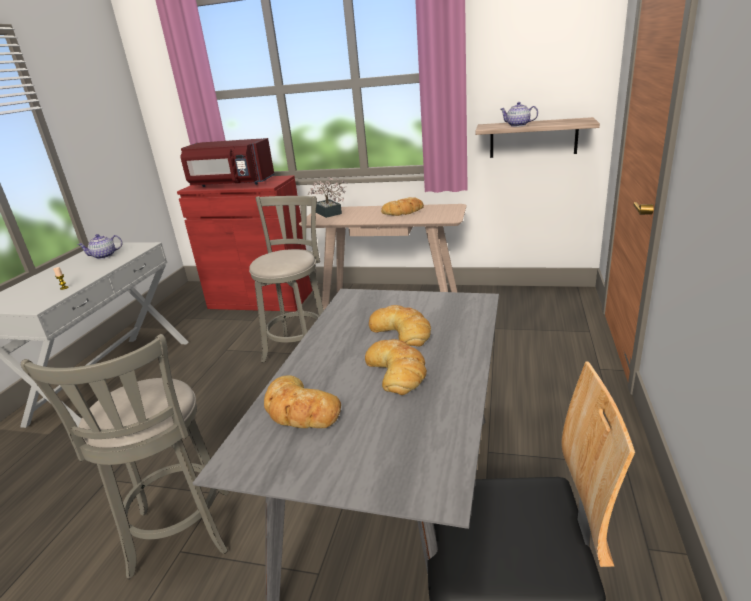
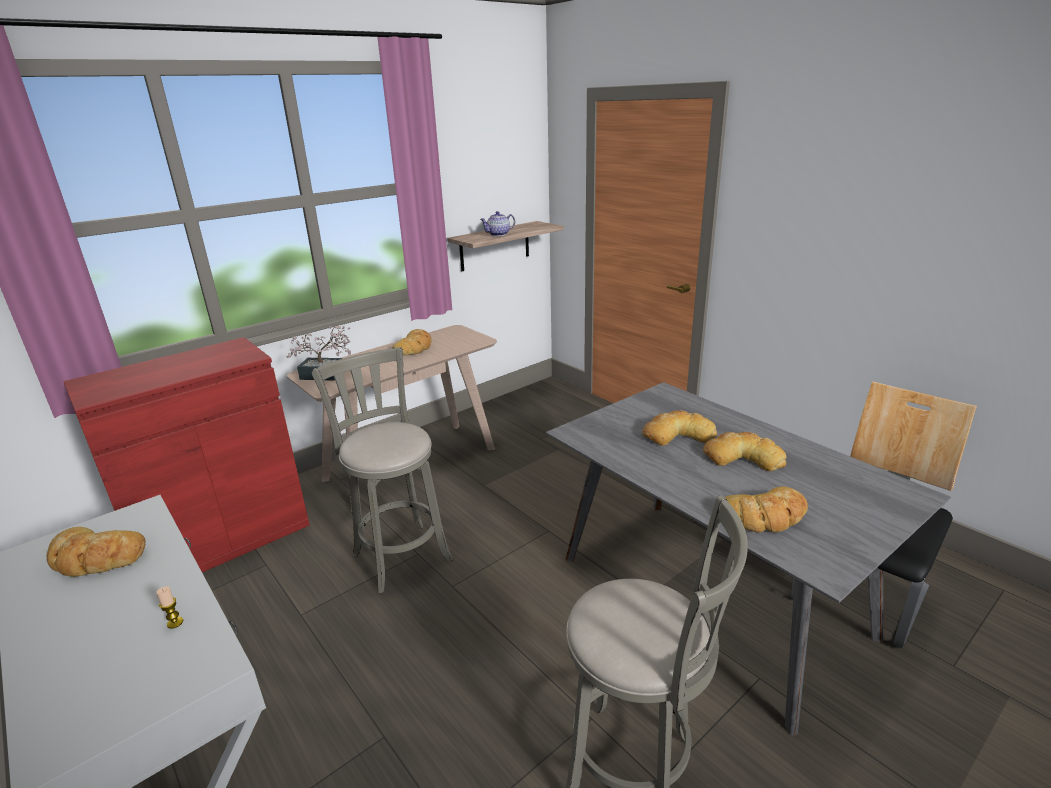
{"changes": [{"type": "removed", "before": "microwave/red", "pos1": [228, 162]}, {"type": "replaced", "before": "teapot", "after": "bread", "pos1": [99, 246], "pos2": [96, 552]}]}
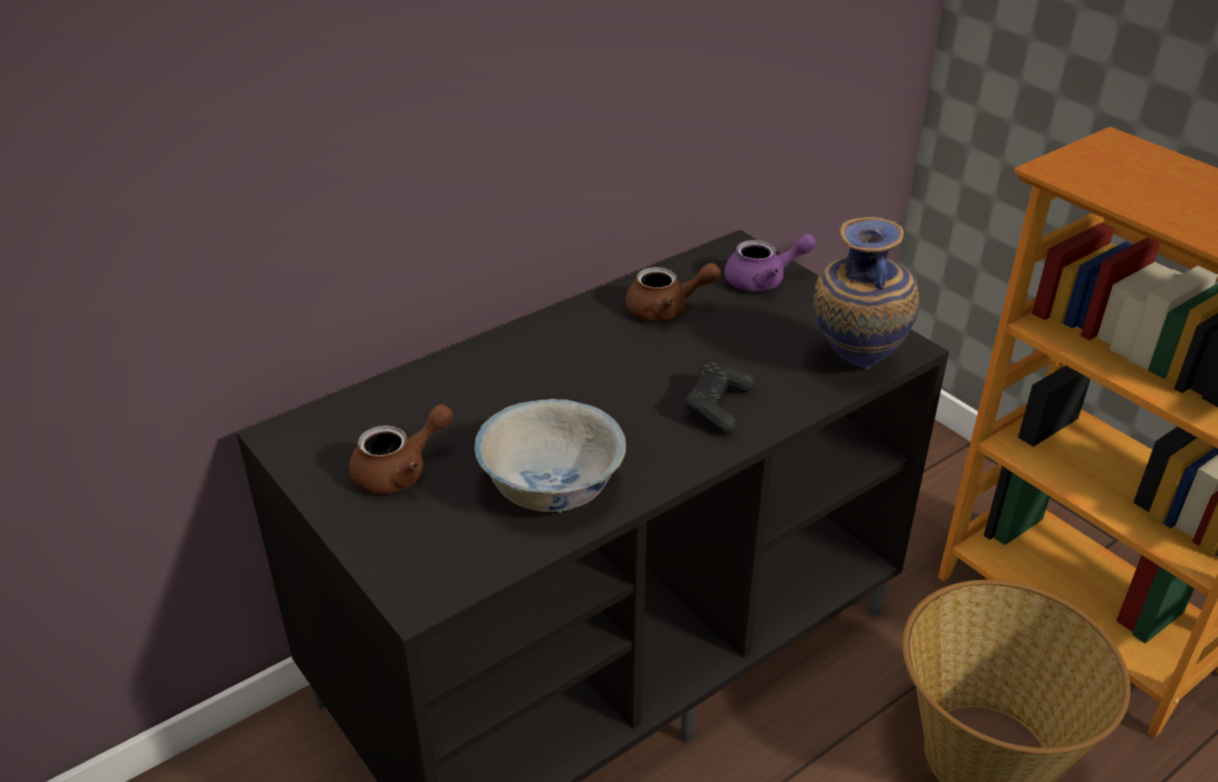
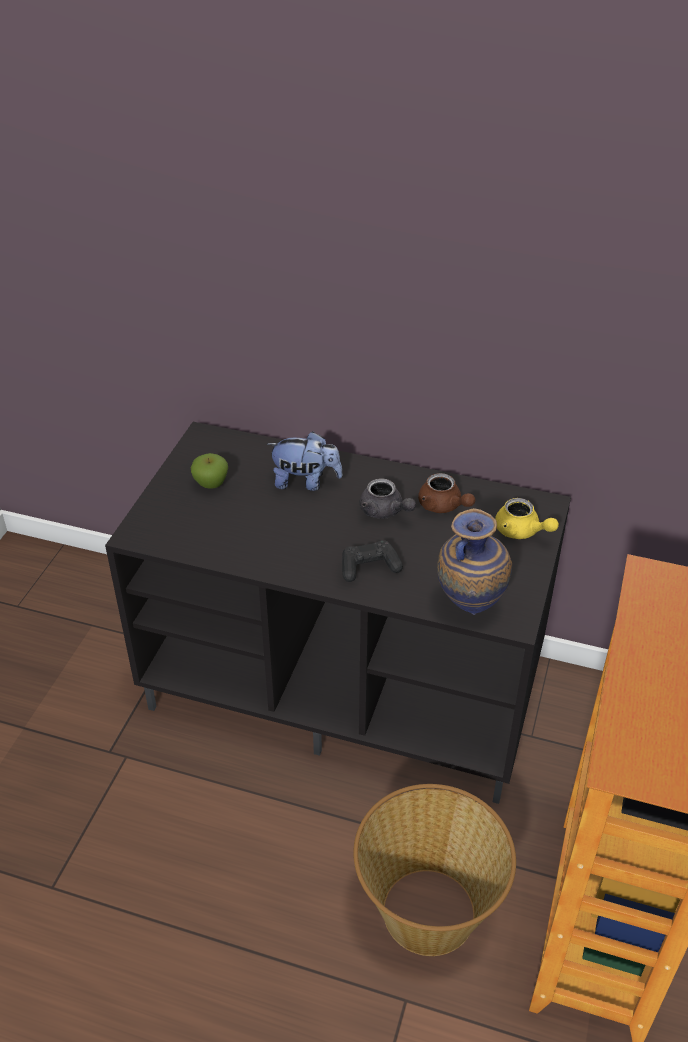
{"changes": [{"type": "recoloured", "before": "teapot/purple", "after": "teapot/yellow", "pos1": [770, 262], "pos2": [527, 518]}, {"type": "removed", "before": "bowl/white", "pos1": [550, 456]}, {"type": "replaced", "before": "teapot/brown", "after": "apple", "pos1": [401, 449], "pos2": [209, 471]}, {"type": "added", "after": "plush toy", "pos2": [305, 461]}, {"type": "added", "after": "teapot/grey", "pos2": [388, 498]}]}
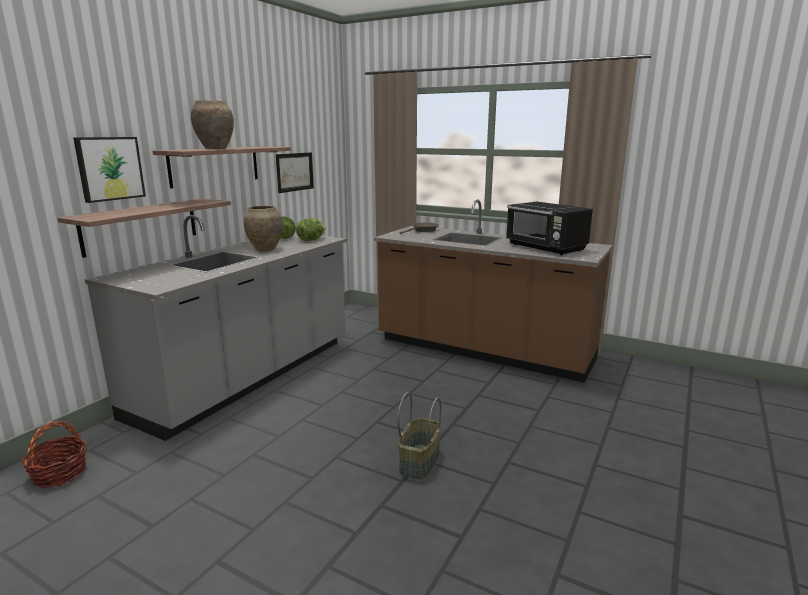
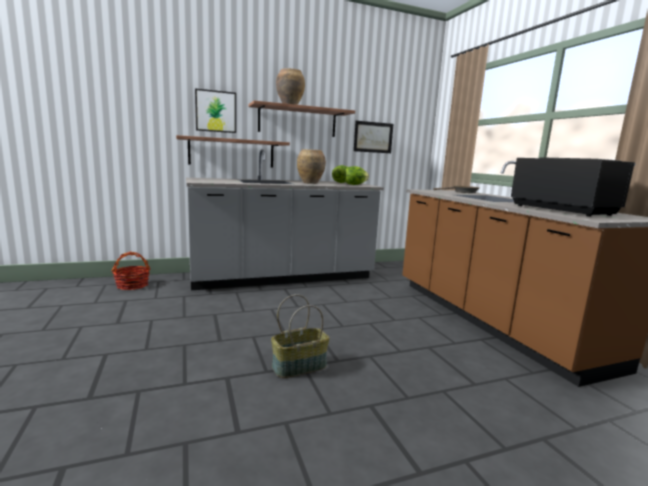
{"changes": [{"type": "turned", "before": "microwave/black", "pos1": [549, 228], "pos2": [573, 187], "turn": 150}]}
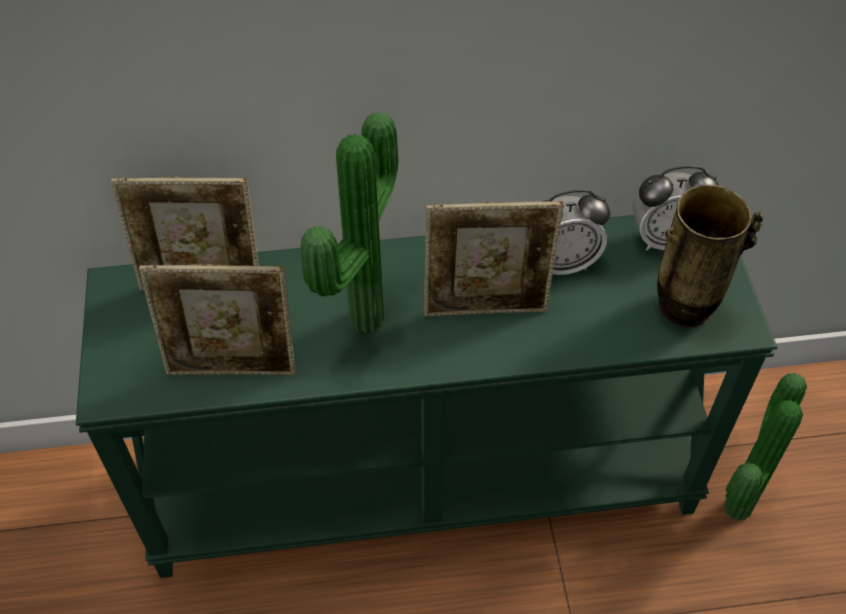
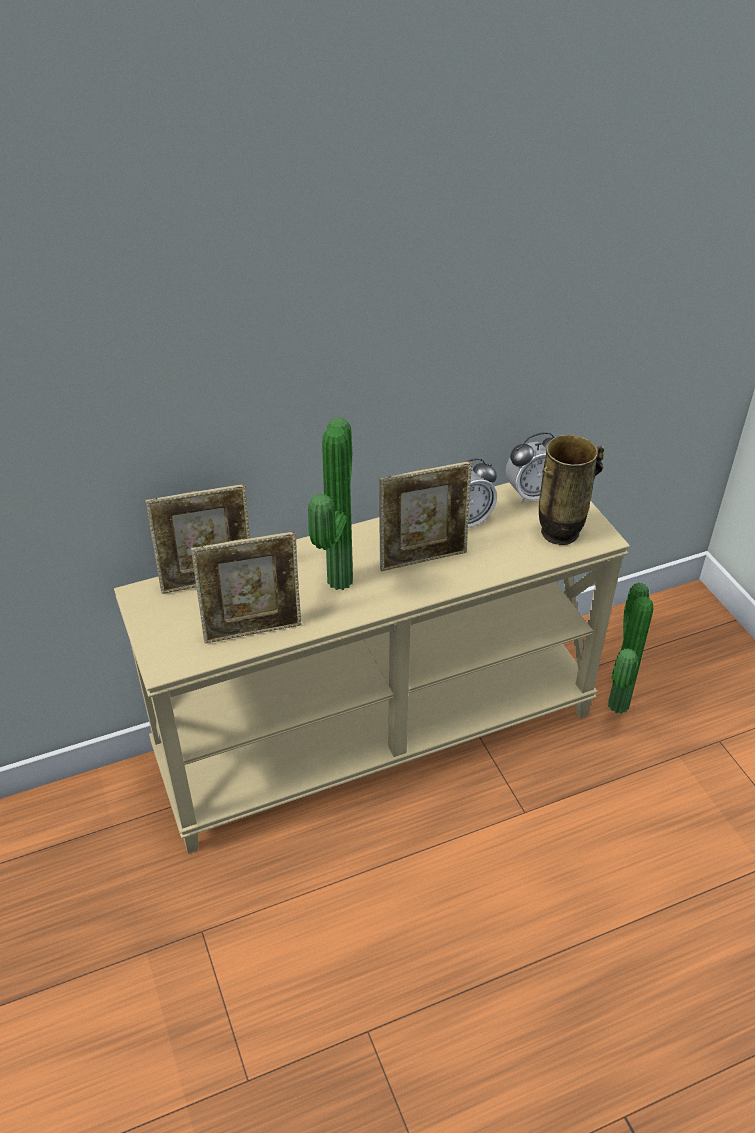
{"changes": [{"type": "recoloured", "before": "console table/green", "after": "console table/beige", "pos1": [426, 396], "pos2": [372, 668]}]}
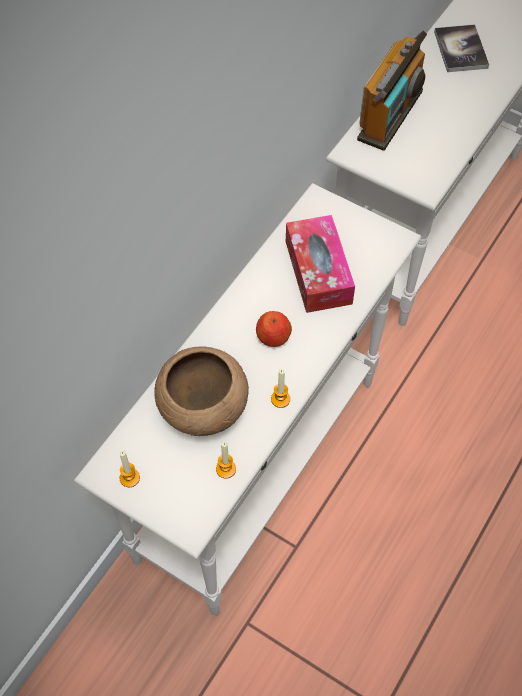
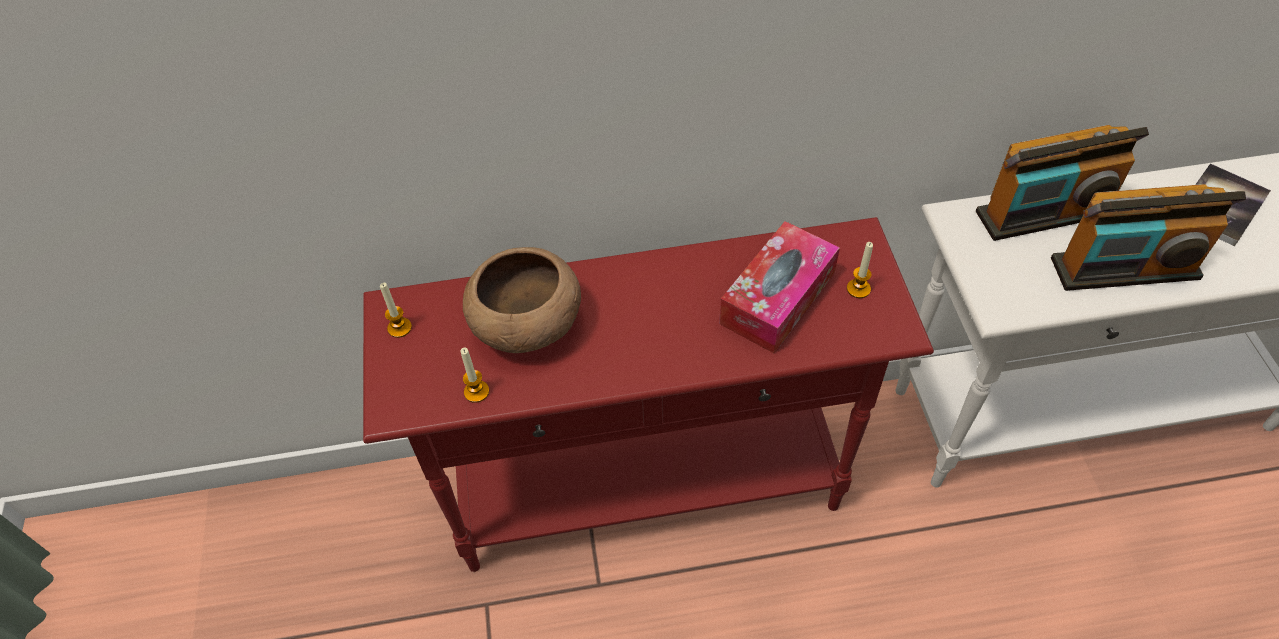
{"changes": [{"type": "recoloured", "before": "console table/white", "after": "console table/red", "pos1": [248, 399], "pos2": [648, 394]}, {"type": "removed", "before": "apple", "pos1": [274, 329]}, {"type": "moved", "before": "candle", "pos1": [280, 388], "pos2": [860, 270]}, {"type": "added", "after": "radio", "pos2": [1148, 237]}]}
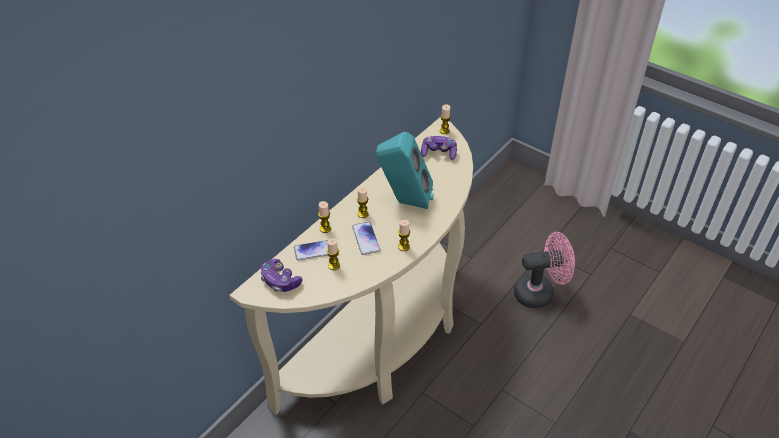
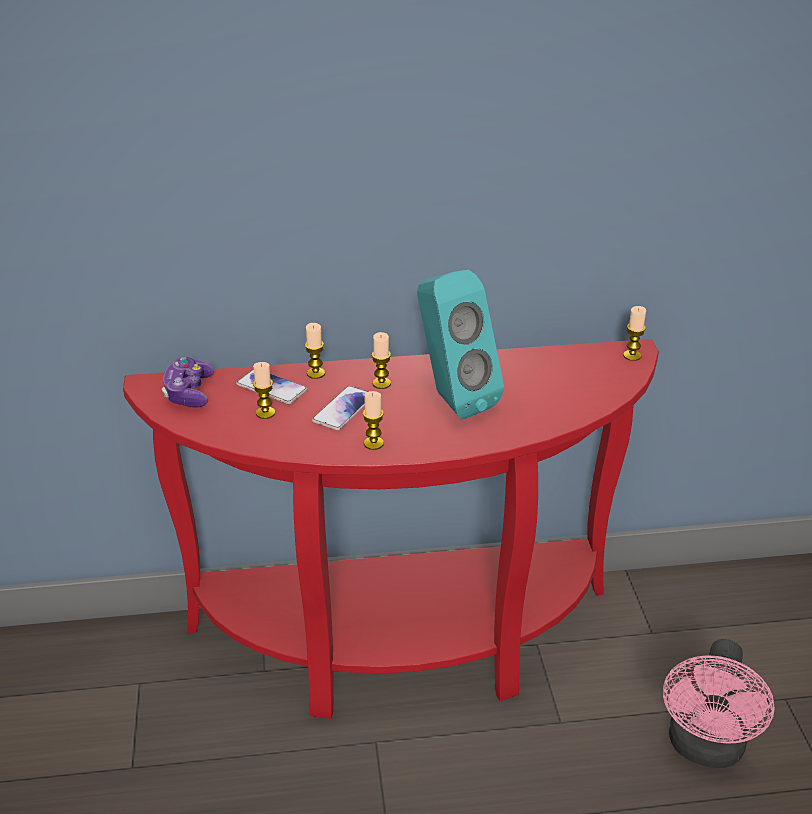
{"changes": [{"type": "recoloured", "before": "console table/beige", "after": "console table/red", "pos1": [351, 266], "pos2": [391, 529]}, {"type": "removed", "before": "game controller", "pos1": [439, 148]}, {"type": "turned", "before": "fan/pink", "pos1": [544, 270], "pos2": [719, 703], "turn": 75}]}
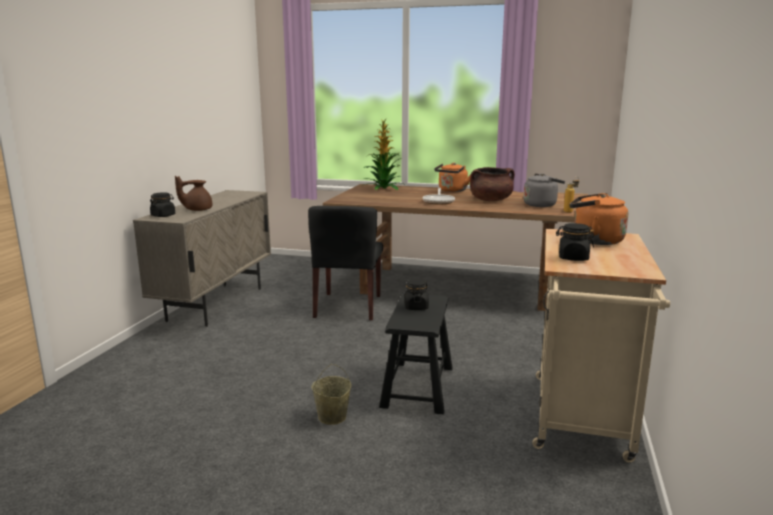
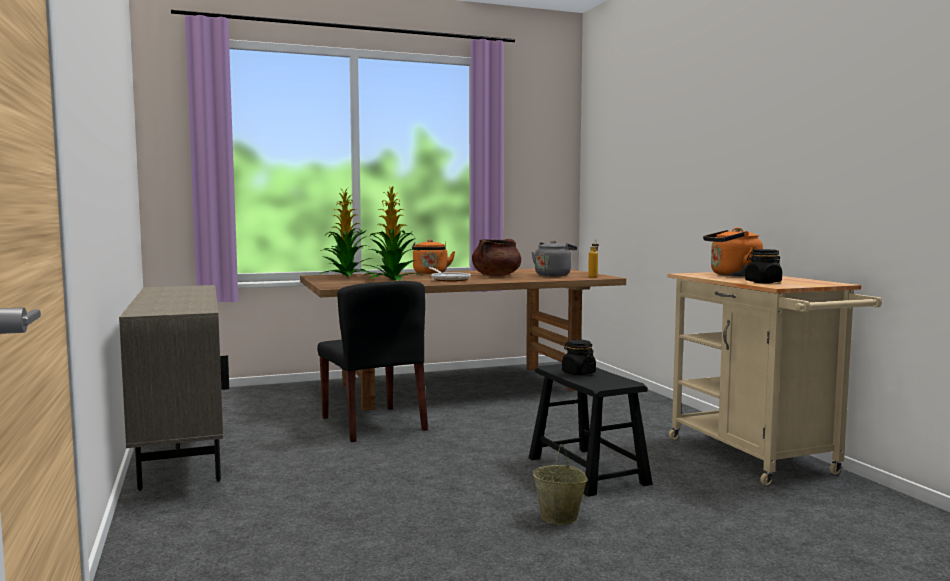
{"changes": [{"type": "removed", "before": "teapot/brown", "pos1": [193, 193]}, {"type": "removed", "before": "jar/black", "pos1": [162, 204]}, {"type": "added", "after": "potted plant", "pos2": [394, 233]}]}
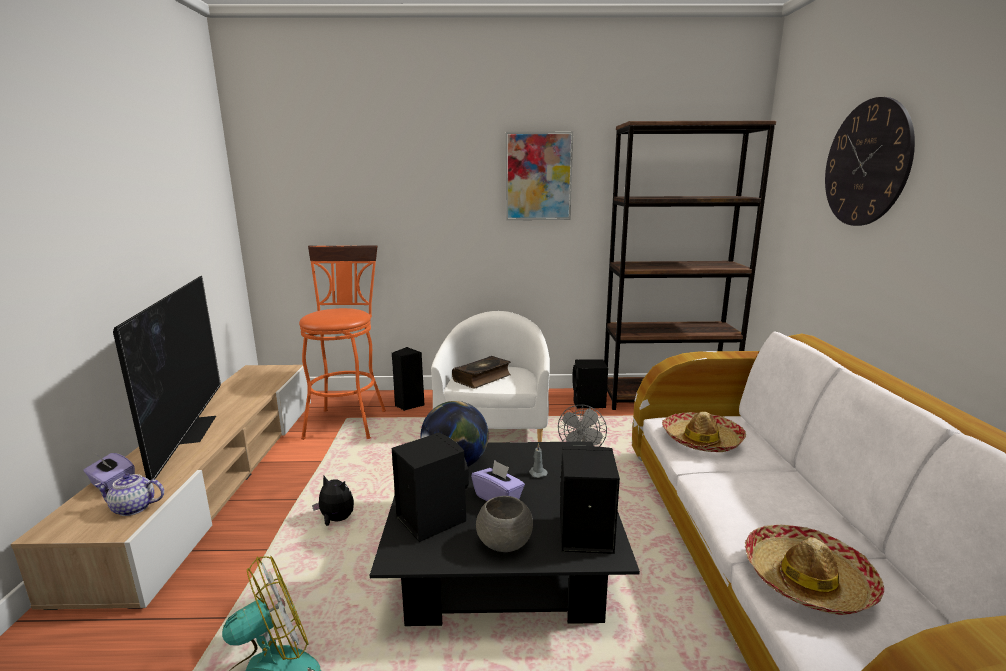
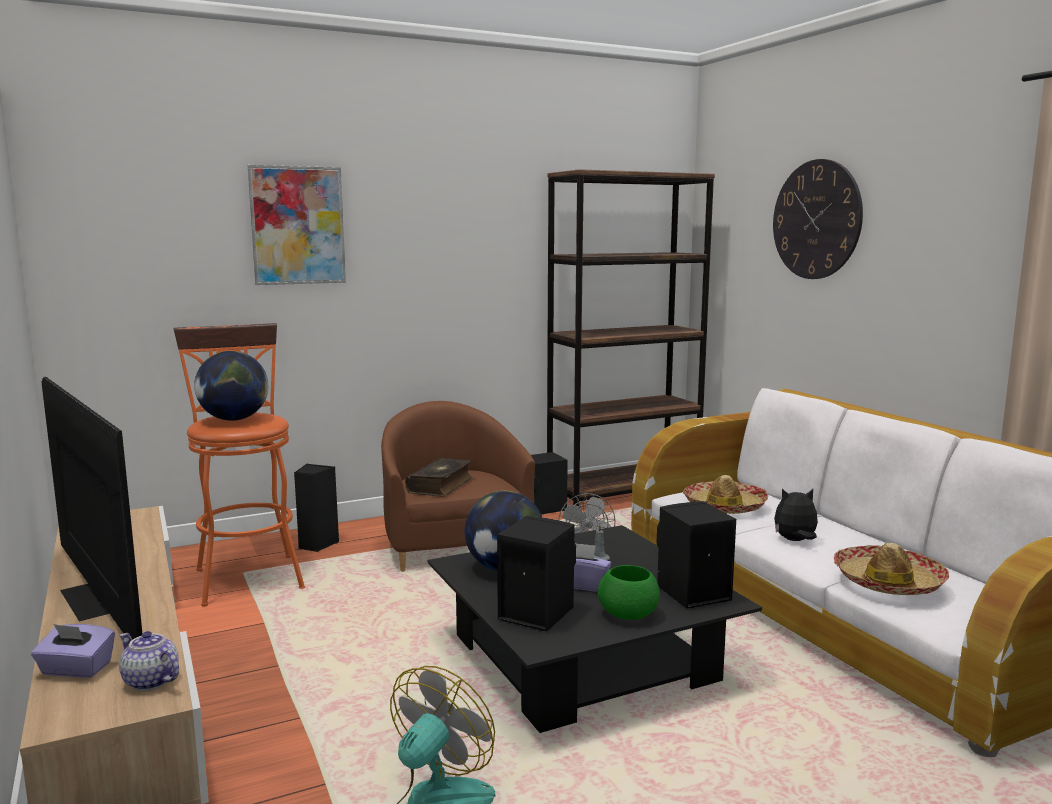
{"changes": [{"type": "moved", "before": "picture", "pos1": [539, 176], "pos2": [297, 225]}, {"type": "recoloured", "before": "armchair/white", "after": "armchair/brown", "pos1": [490, 376], "pos2": [458, 486]}, {"type": "turned", "before": "teapot", "pos1": [129, 495], "pos2": [149, 661], "turn": 60}, {"type": "moved", "before": "plush toy", "pos1": [333, 501], "pos2": [796, 515]}, {"type": "recoloured", "before": "bowl/grey", "after": "bowl/green", "pos1": [504, 524], "pos2": [629, 592]}, {"type": "added", "after": "globe", "pos2": [231, 386]}]}
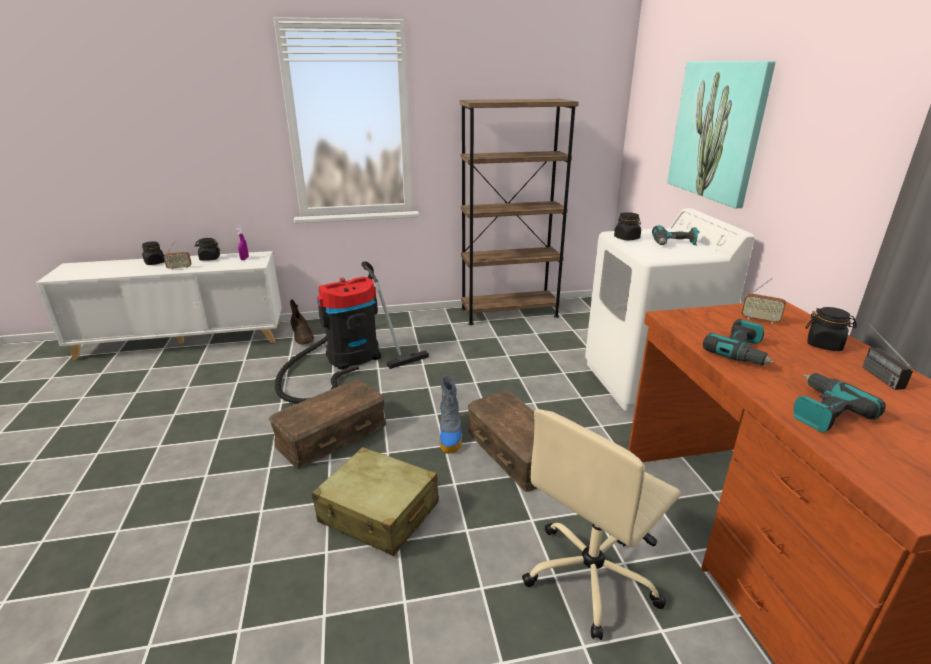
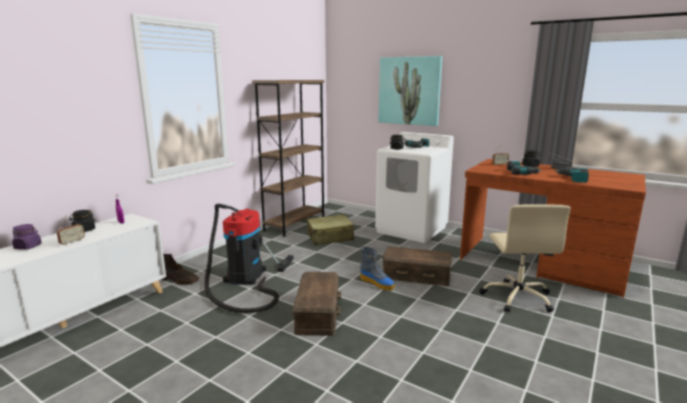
{"changes": [{"type": "recoloured", "before": "jar/black", "after": "jar/purple", "pos1": [153, 253], "pos2": [27, 237]}, {"type": "moved", "before": "suitcase/beige", "pos1": [375, 501], "pos2": [330, 229]}]}
